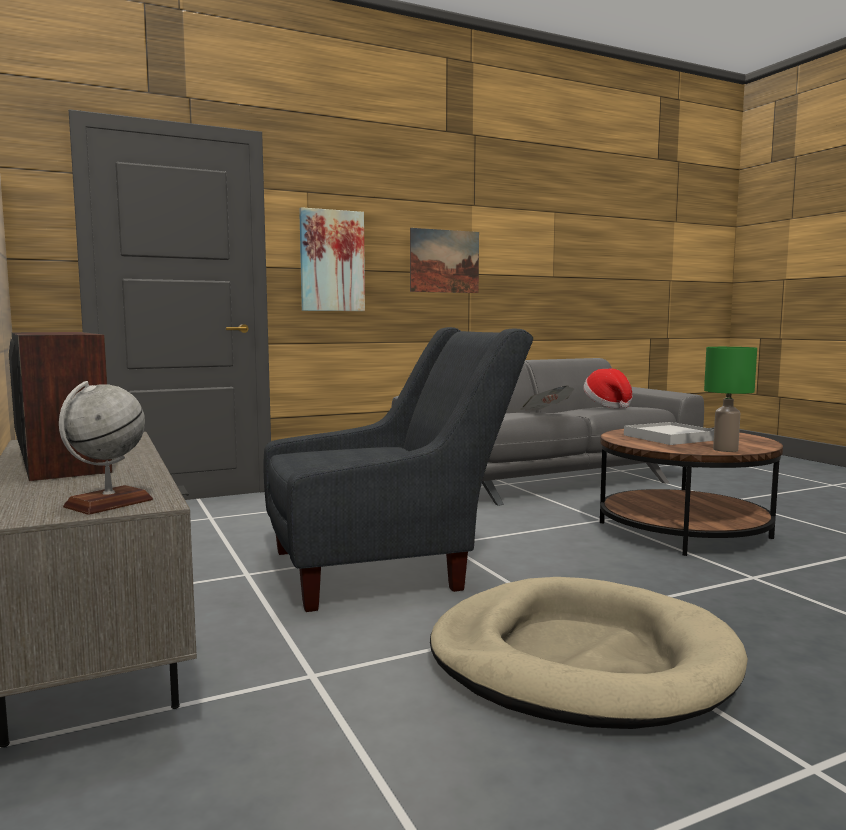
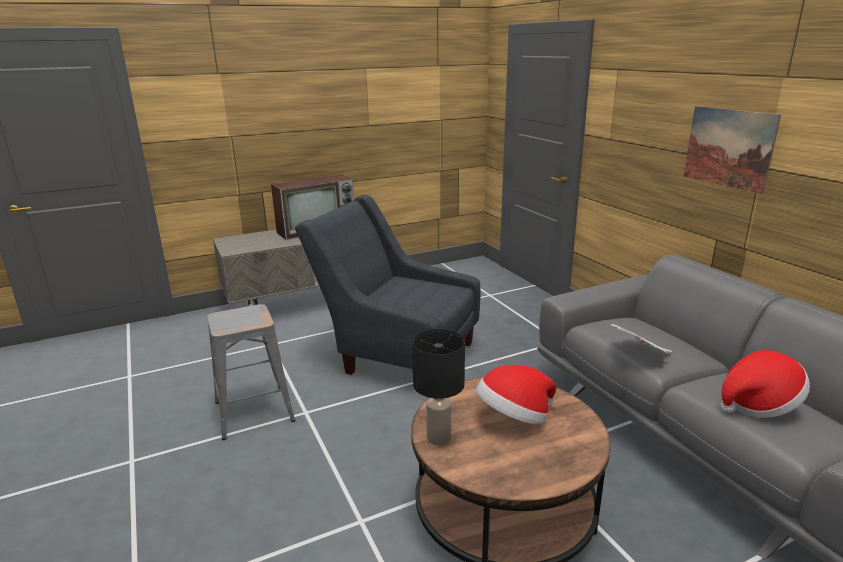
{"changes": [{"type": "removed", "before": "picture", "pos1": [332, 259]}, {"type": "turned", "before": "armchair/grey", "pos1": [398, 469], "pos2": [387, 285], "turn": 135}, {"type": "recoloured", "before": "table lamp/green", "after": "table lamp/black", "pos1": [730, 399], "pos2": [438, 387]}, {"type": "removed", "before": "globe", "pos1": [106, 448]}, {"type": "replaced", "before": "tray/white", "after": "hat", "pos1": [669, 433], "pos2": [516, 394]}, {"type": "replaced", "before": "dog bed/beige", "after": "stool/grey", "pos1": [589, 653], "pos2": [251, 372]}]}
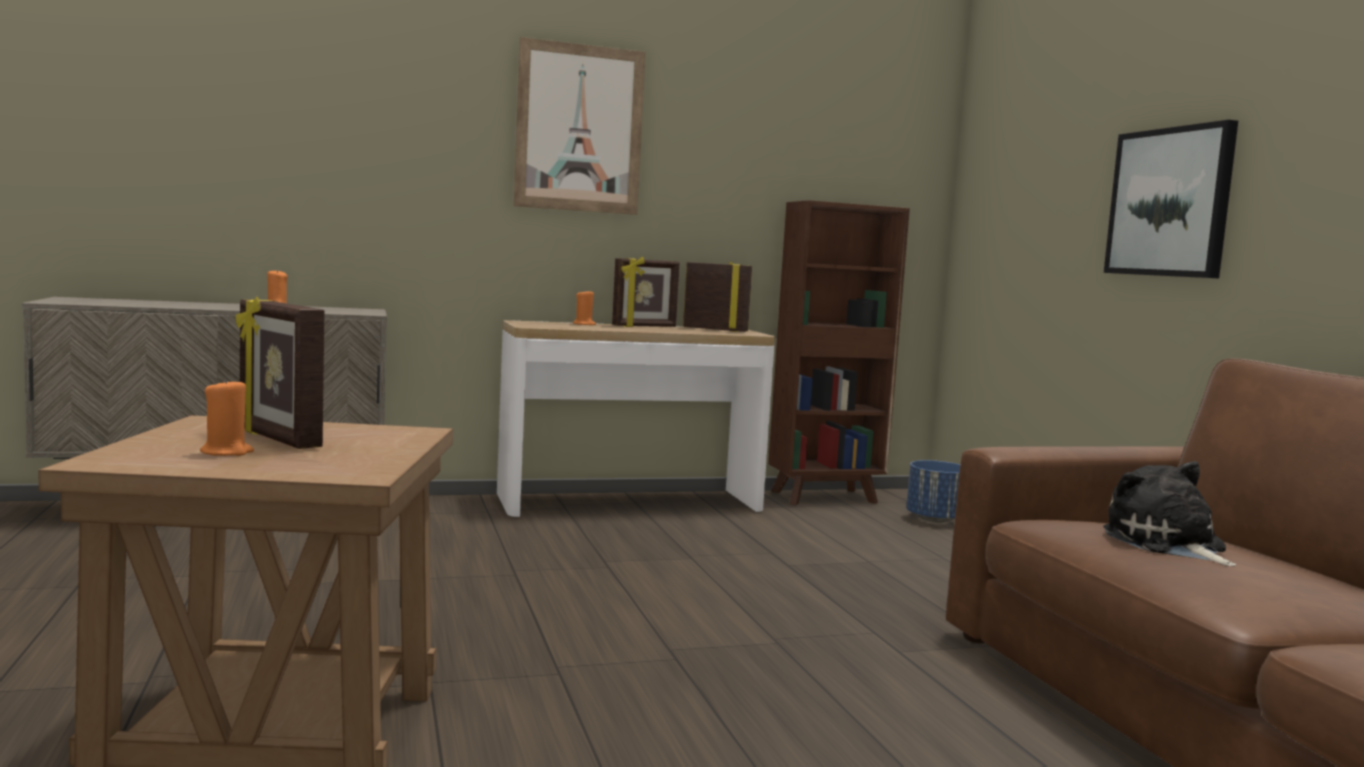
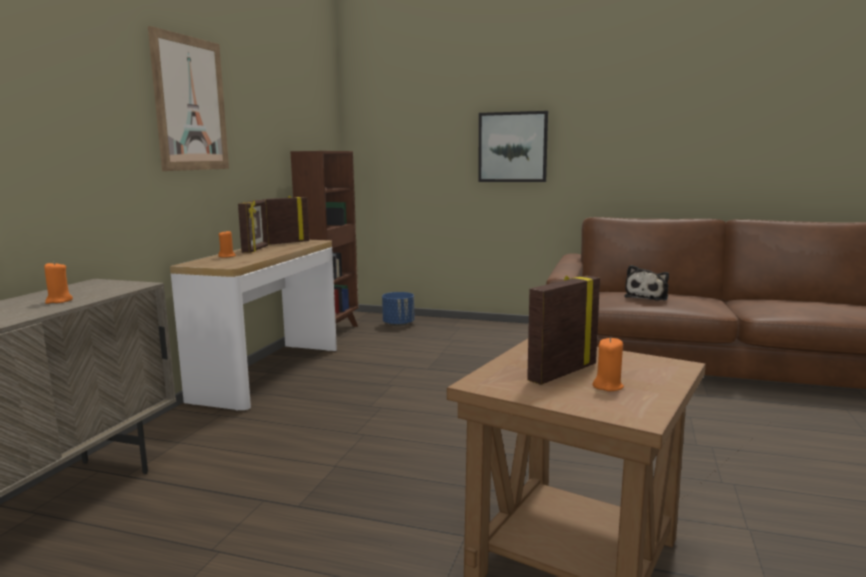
{"changes": [{"type": "turned", "before": "picture frame", "pos1": [280, 372], "pos2": [563, 330], "turn": 150}, {"type": "turned", "before": "plush toy", "pos1": [1169, 513], "pos2": [647, 283], "turn": -75}]}
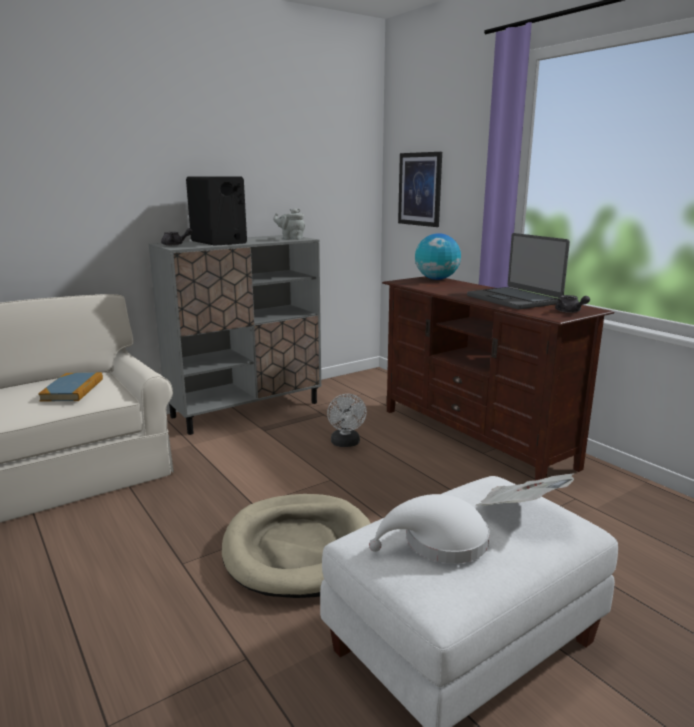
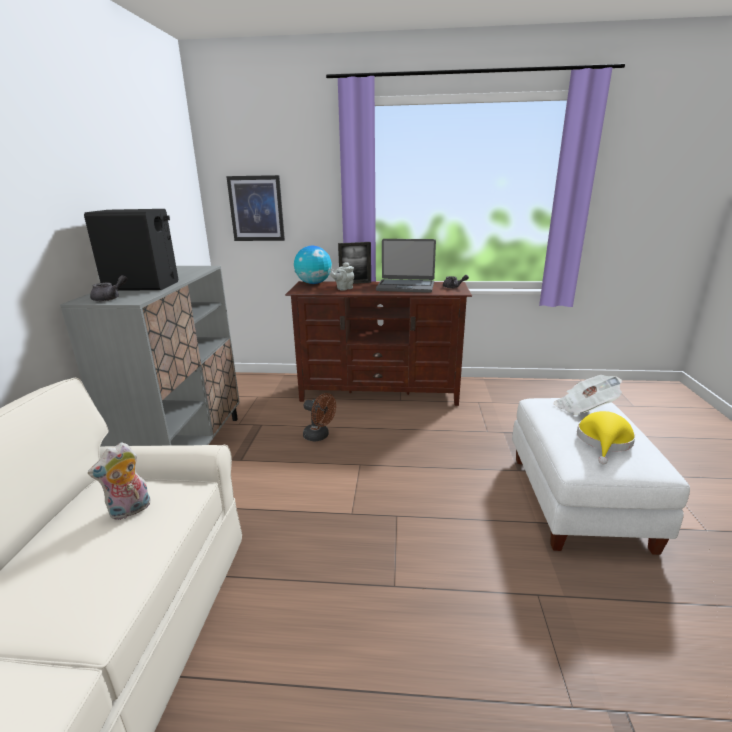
{"changes": [{"type": "moved", "before": "teapot/grey", "pos1": [289, 224], "pos2": [342, 276]}, {"type": "replaced", "before": "book", "after": "plush toy", "pos1": [70, 387], "pos2": [119, 481]}, {"type": "recoloured", "before": "fan/white", "after": "fan/brown", "pos1": [347, 420], "pos2": [319, 417]}, {"type": "removed", "before": "dog bed/beige", "pos1": [296, 546]}, {"type": "recoloured", "before": "hat/white", "after": "hat/yellow", "pos1": [429, 528], "pos2": [606, 437]}, {"type": "added", "after": "picture frame", "pos2": [354, 263]}]}
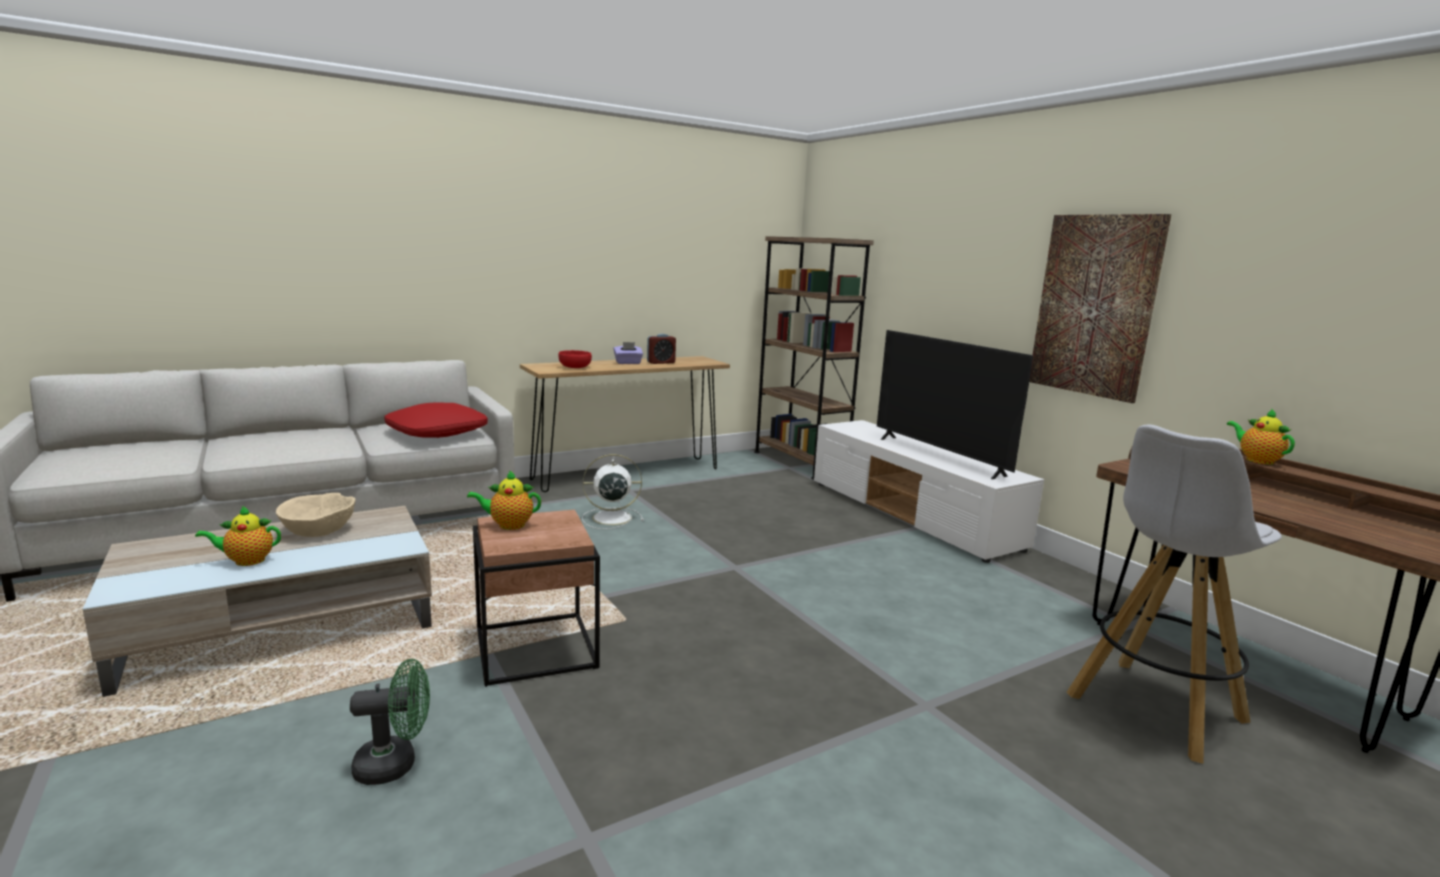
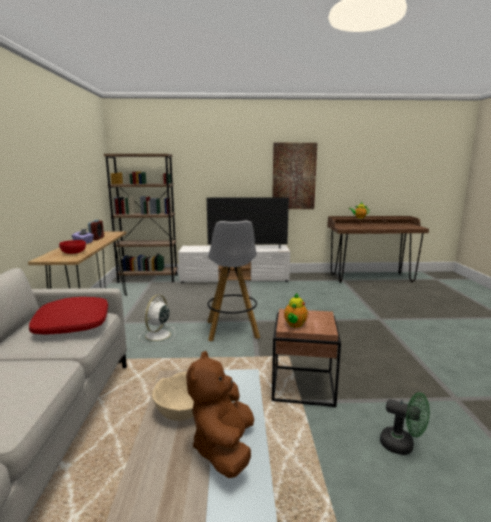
{"changes": [{"type": "moved", "before": "stool/white", "pos1": [1174, 594], "pos2": [233, 281]}, {"type": "replaced", "before": "teapot", "after": "plush toy/brown", "pos1": [238, 536], "pos2": [220, 414]}, {"type": "turned", "before": "fan/green", "pos1": [390, 722], "pos2": [405, 423], "turn": 105}]}
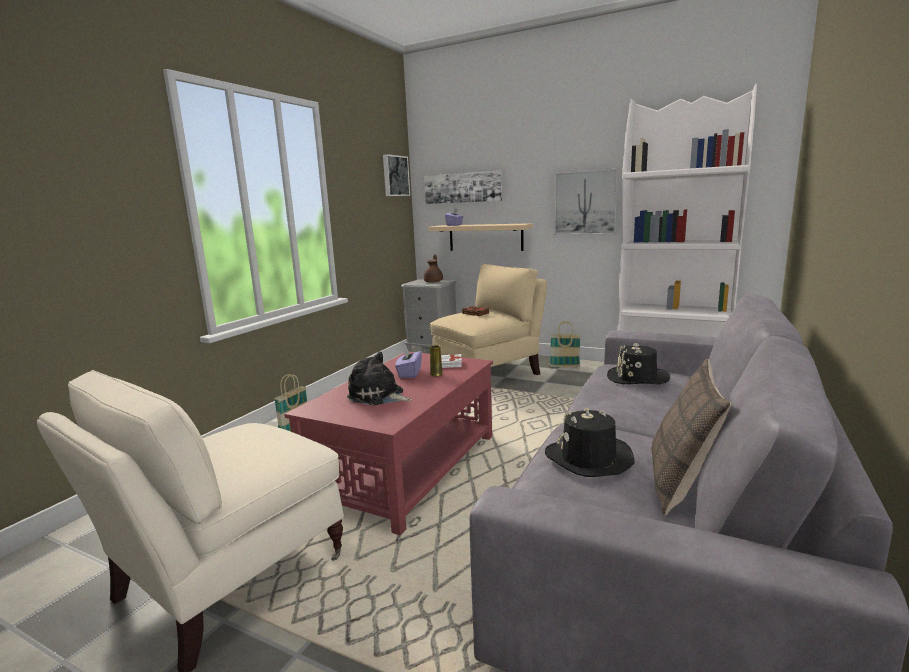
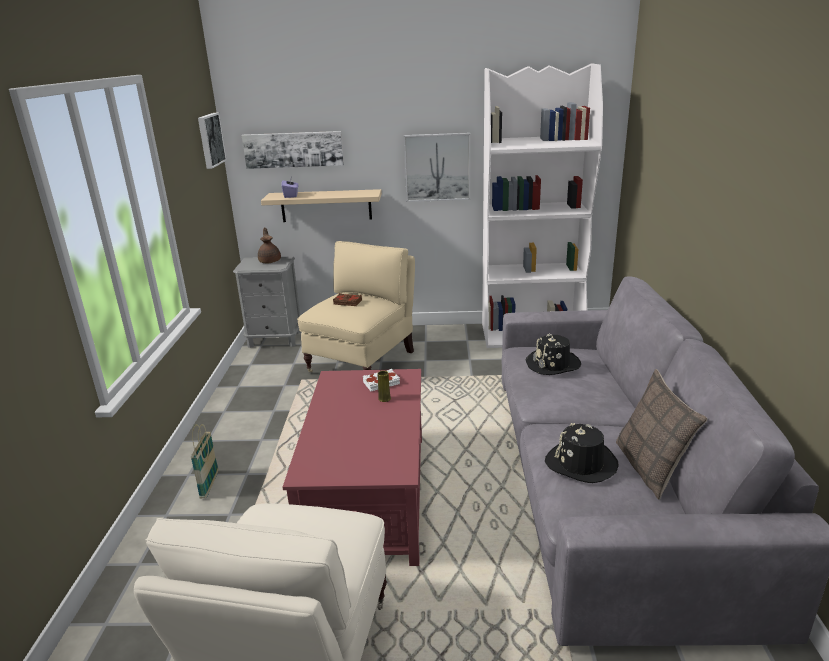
{"changes": [{"type": "removed", "before": "basket", "pos1": [565, 344]}, {"type": "removed", "before": "tissue box/purple", "pos1": [408, 362]}, {"type": "removed", "before": "plush toy", "pos1": [379, 378]}]}
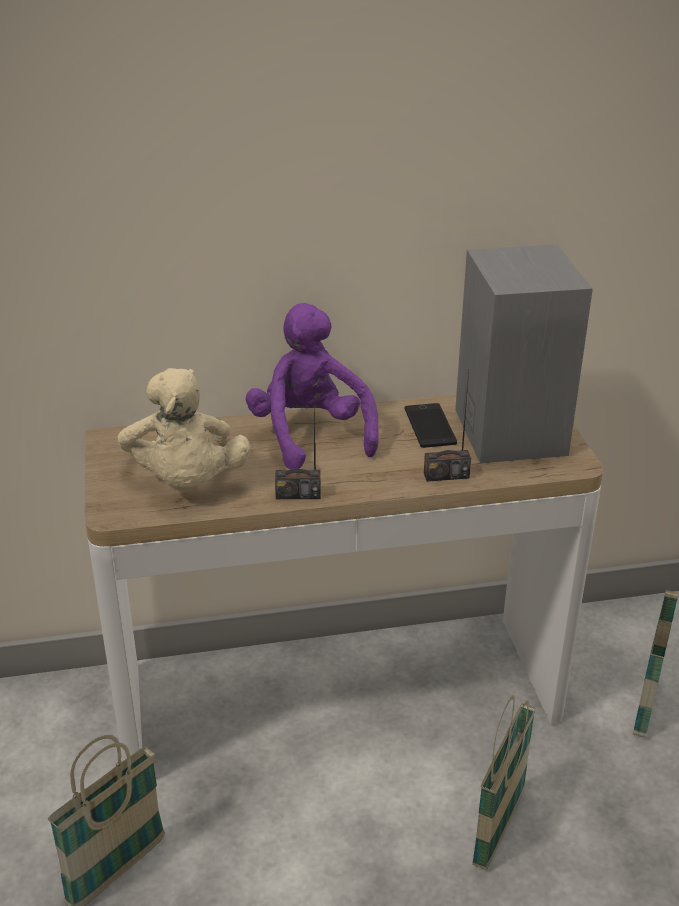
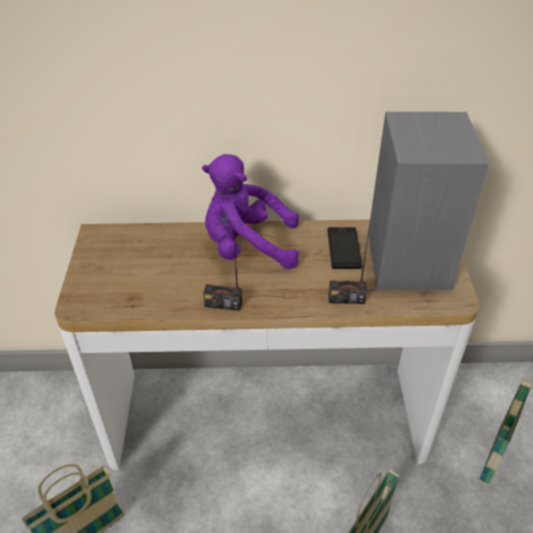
{"changes": [{"type": "turned", "before": "plush toy/purple", "pos1": [312, 386], "pos2": [250, 211], "turn": -75}, {"type": "removed", "before": "plush toy/beige", "pos1": [184, 427]}]}
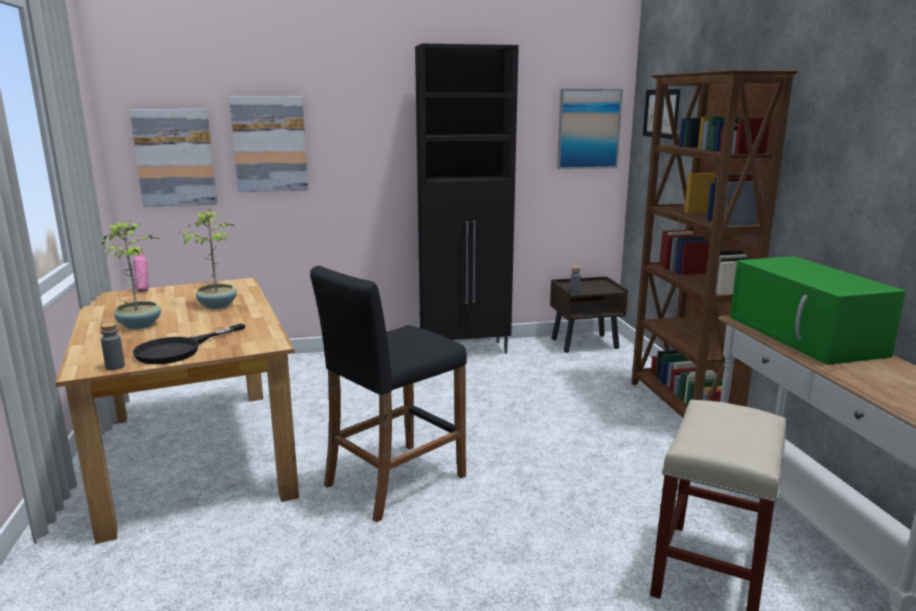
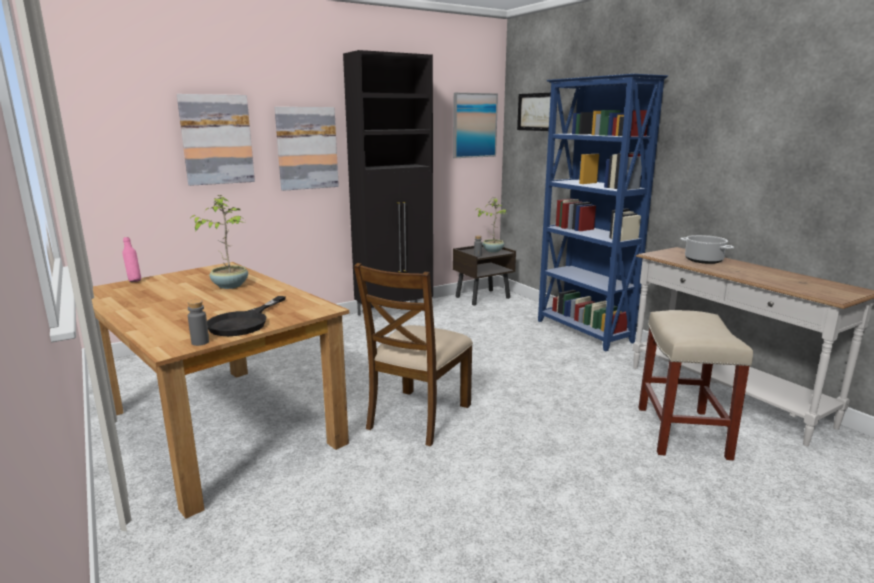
{"changes": [{"type": "recoloured", "before": "bookcase/brown", "after": "bookcase/blue", "pos1": [714, 244], "pos2": [603, 212]}, {"type": "moved", "before": "picture", "pos1": [173, 158], "pos2": [307, 149]}, {"type": "moved", "before": "potted plant", "pos1": [131, 274], "pos2": [492, 225]}, {"type": "replaced", "before": "microwave/green", "after": "cooking pot", "pos1": [818, 310], "pos2": [707, 249]}, {"type": "replaced", "before": "stool/black", "after": "chair/brown", "pos1": [388, 394], "pos2": [413, 354]}]}
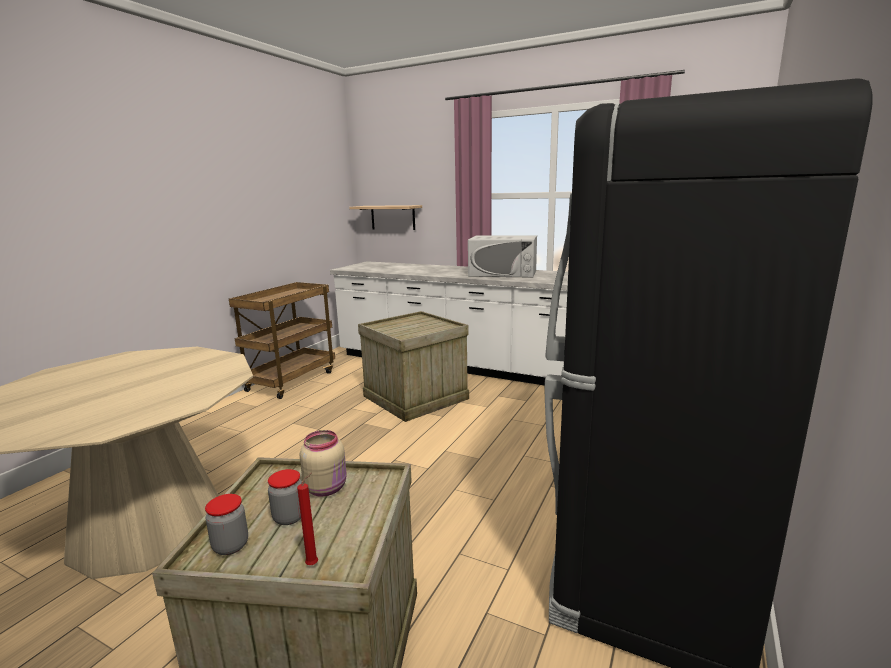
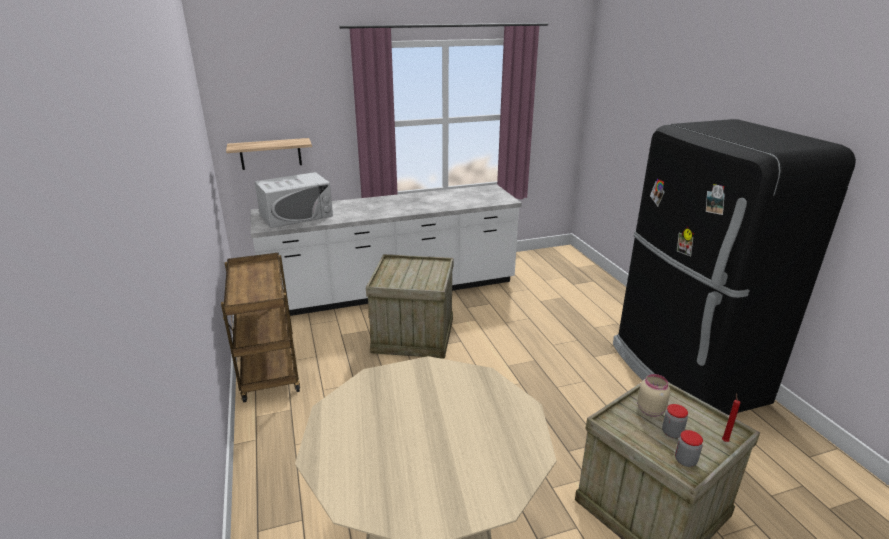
{"changes": [{"type": "moved", "before": "microwave/white", "pos1": [502, 256], "pos2": [293, 200]}]}
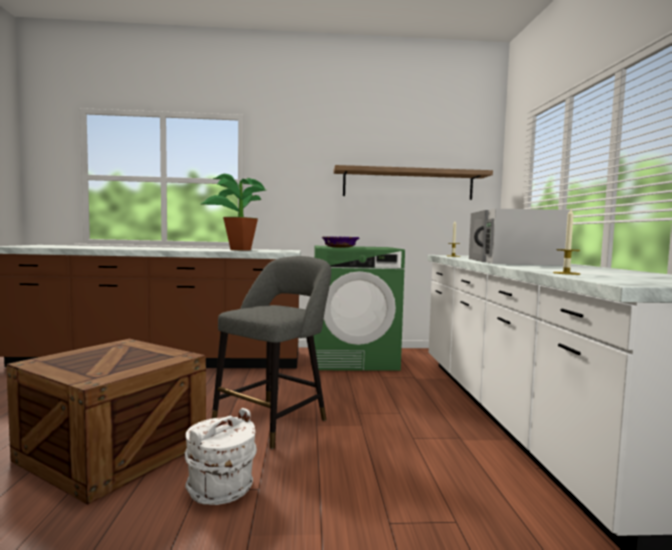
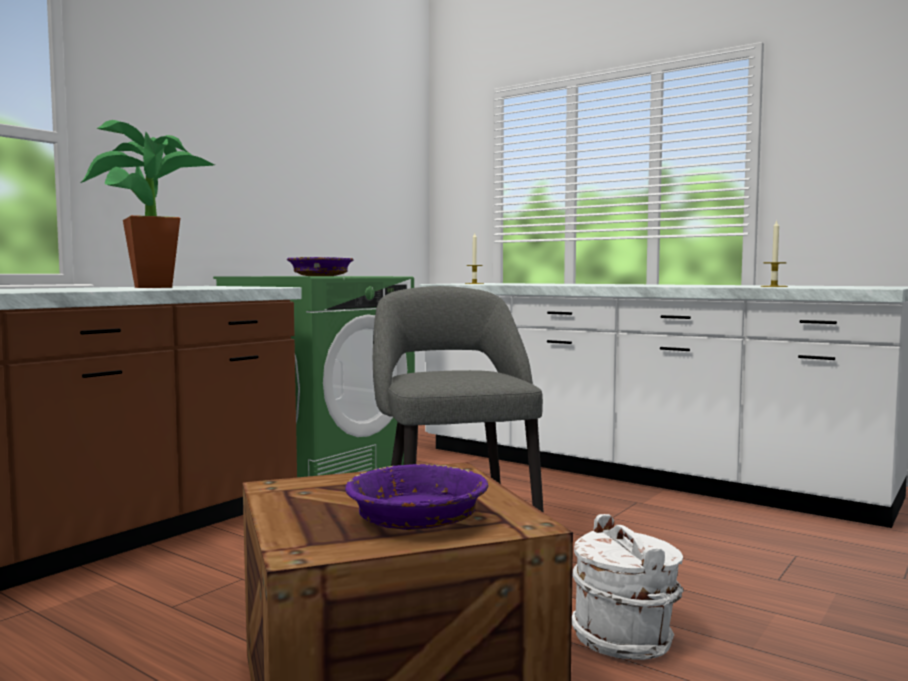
{"changes": [{"type": "removed", "before": "shelf", "pos1": [413, 182]}, {"type": "removed", "before": "microwave/white", "pos1": [519, 237]}, {"type": "added", "after": "bowl/purple", "pos2": [416, 497]}]}
